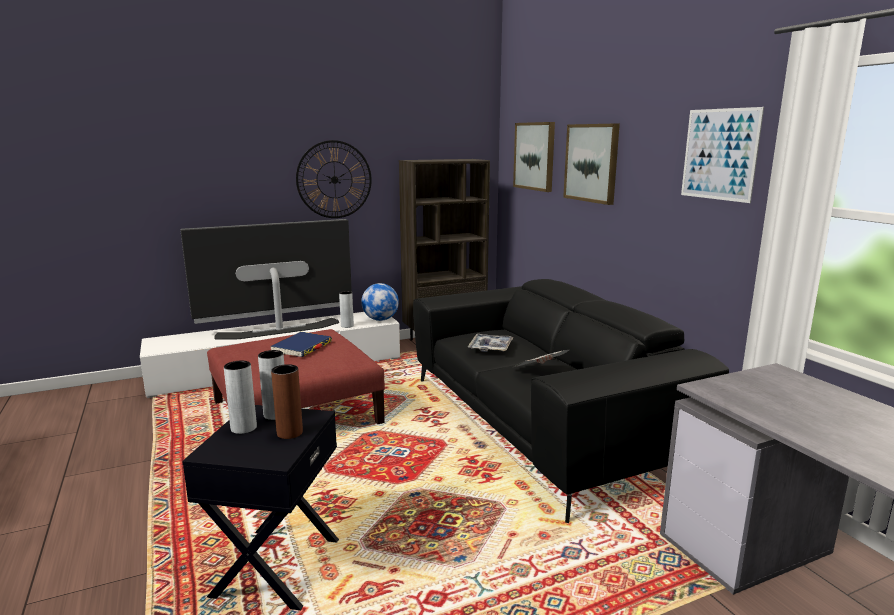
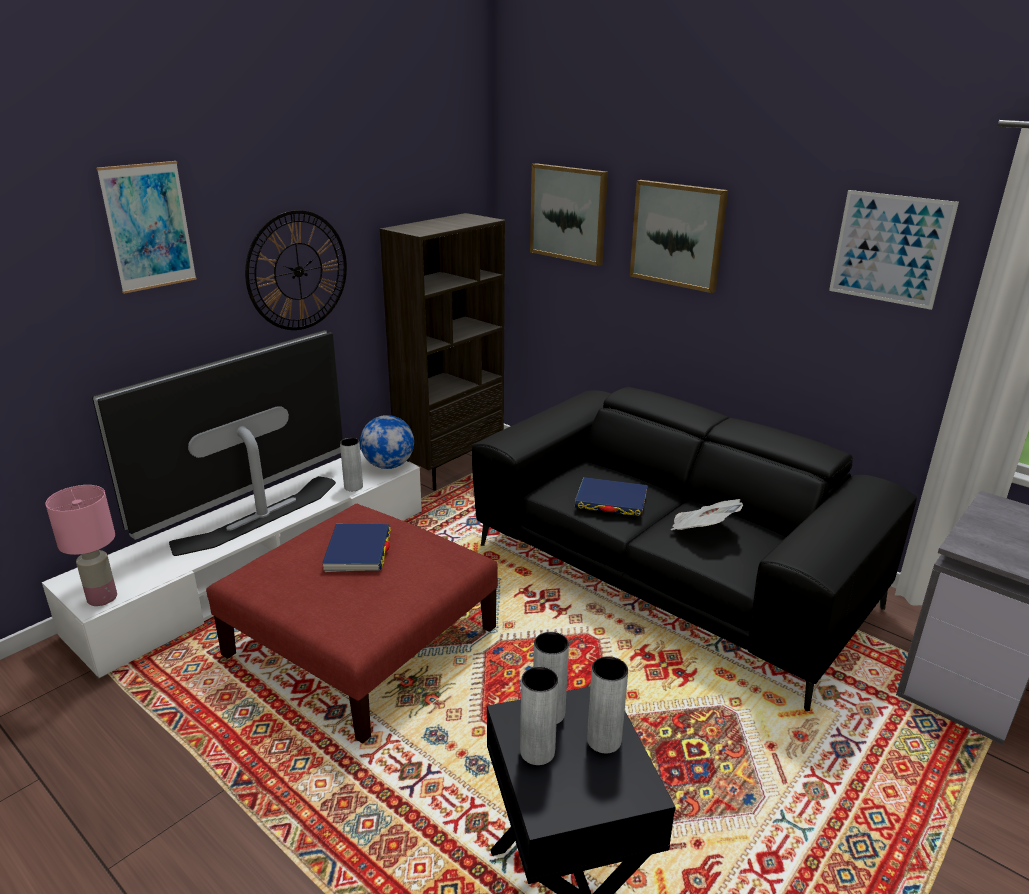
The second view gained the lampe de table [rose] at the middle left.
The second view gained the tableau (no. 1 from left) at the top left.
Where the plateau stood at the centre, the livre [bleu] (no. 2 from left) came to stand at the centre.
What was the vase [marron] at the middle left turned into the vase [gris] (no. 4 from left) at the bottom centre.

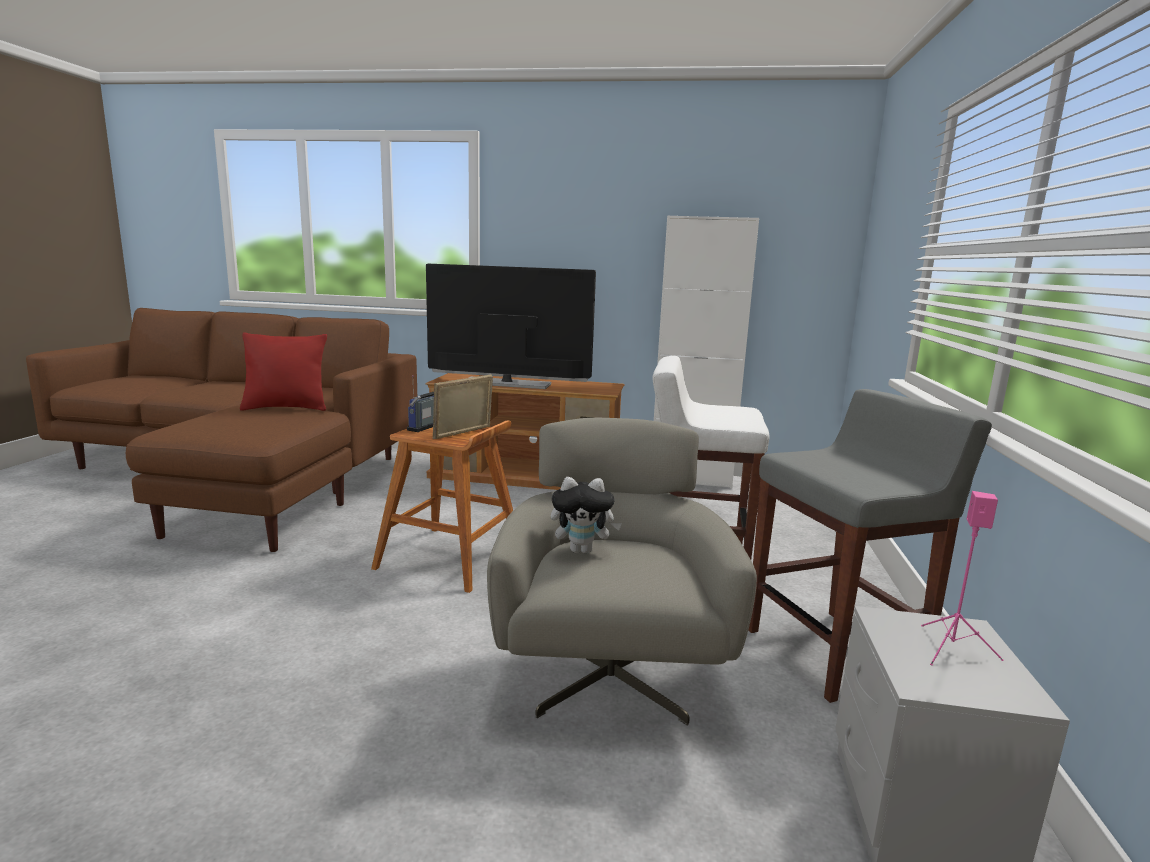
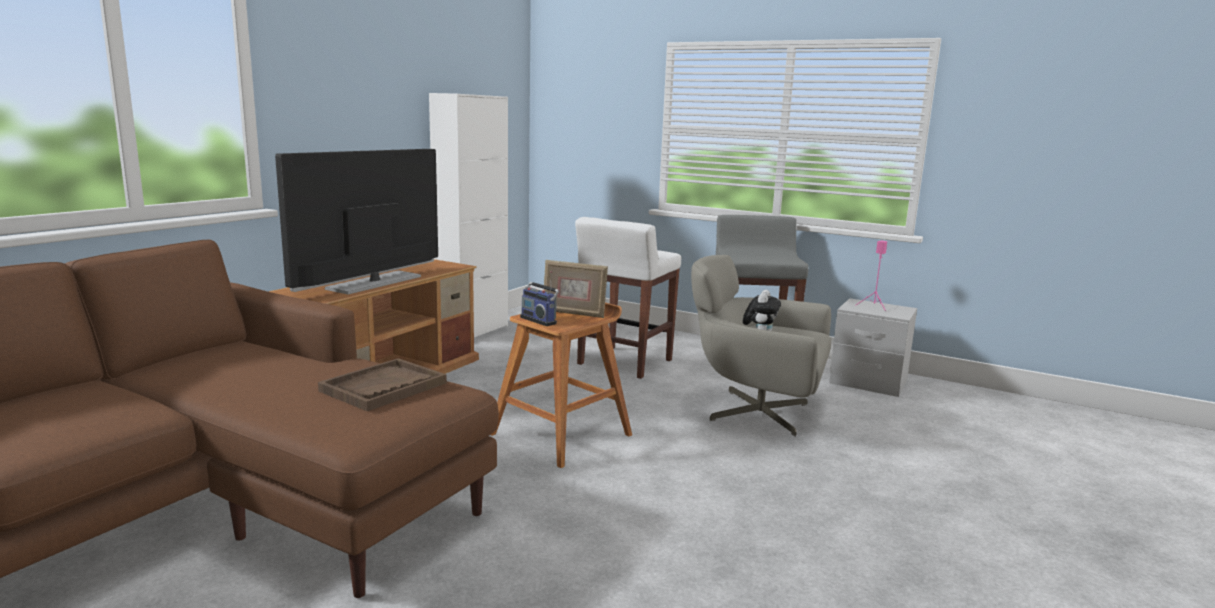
The second view gained the plateau [marron] at the middle left.
The cadre photo at the centre ended up facing another way, 45 degrees counterclockwise from before.
The second view lost the coussin [rouge] at the middle left.

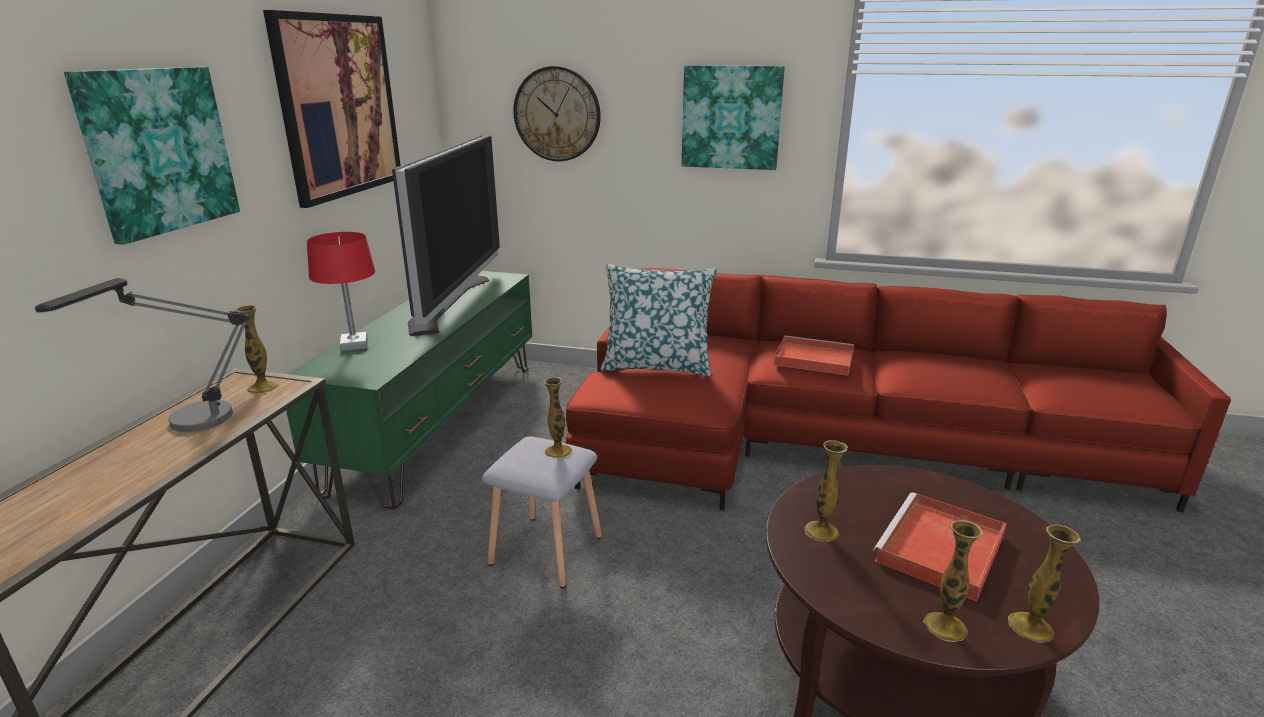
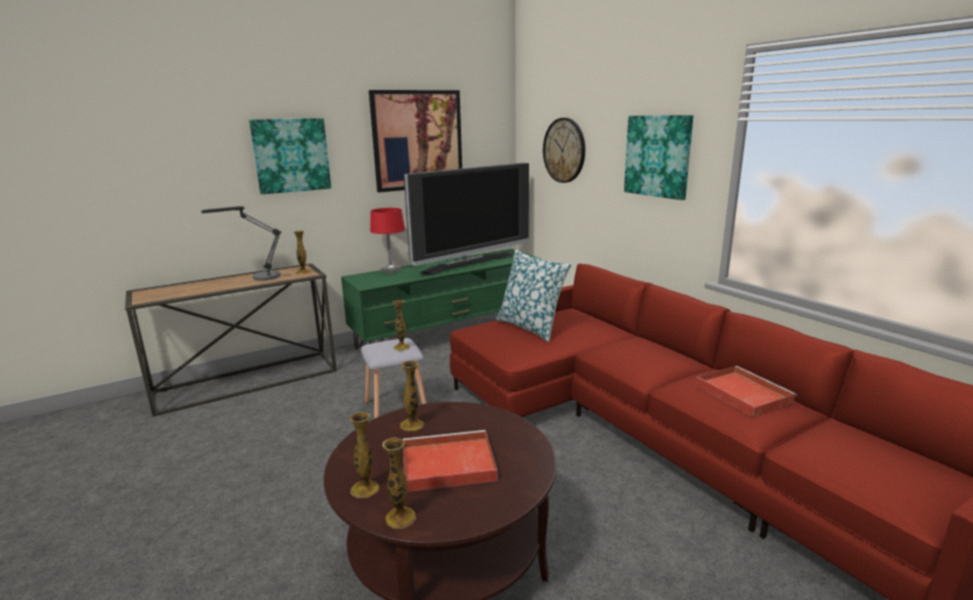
The plateau [rouge] (no. 1 from left in the first image) ended up elsewhere, having gone from the centre to the middle right.

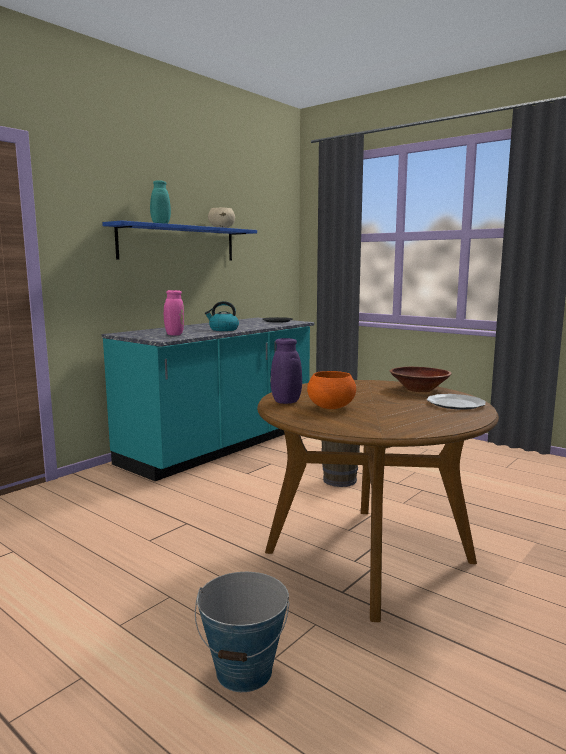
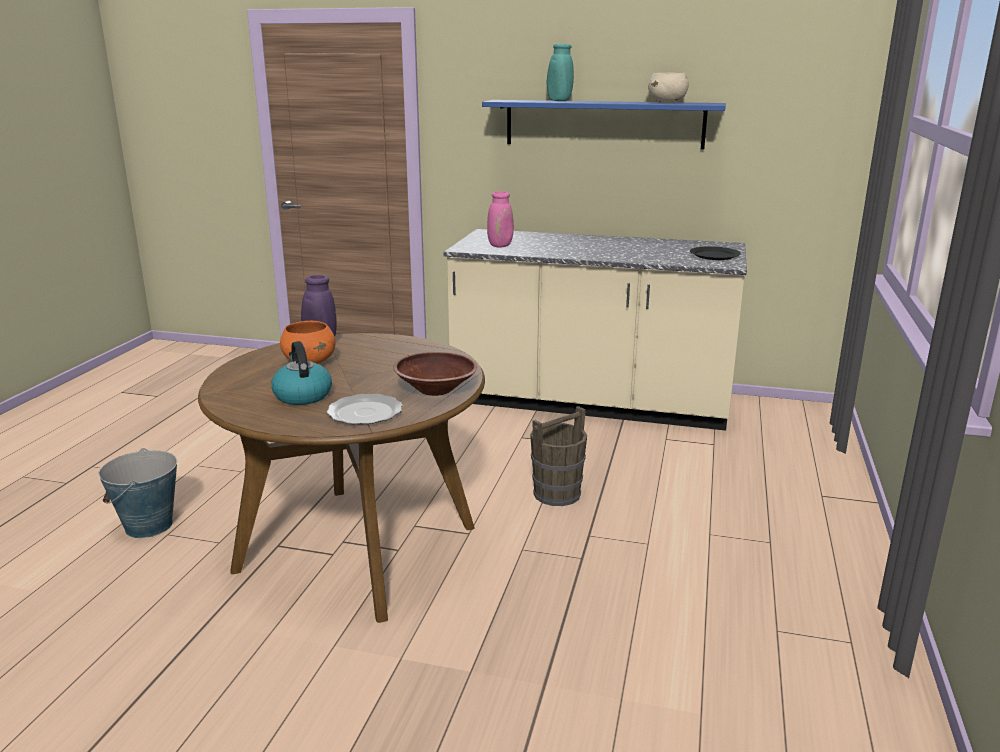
The bouilloire ended up elsewhere, having gone from the centre to the middle left.
What was the comptoir de cuisine [turquoise] at the centre turned into the comptoir de cuisine [beige] at the centre.

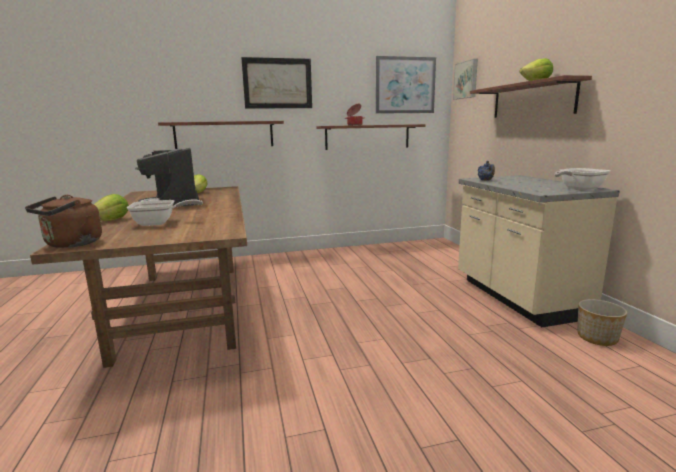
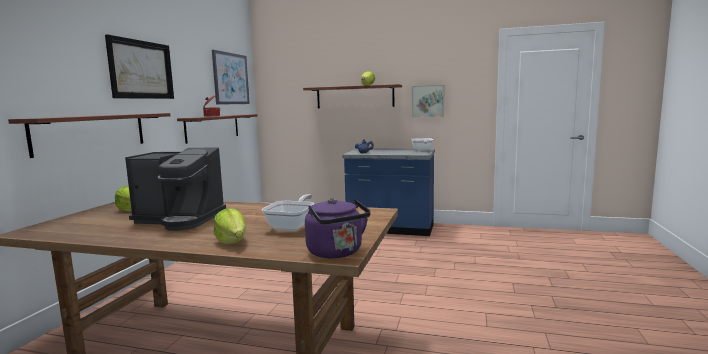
What was the bouilloire [marron] at the middle left turned into the bouilloire [violet] at the centre.
What was the comptoir de cuisine [beige] at the middle right turned into the comptoir de cuisine [bleu] at the centre.
The tableau (no. 3 from left) ended up elsewhere, having gone from the top right to the top centre.
The second view lost the cache-pot at the bottom right.

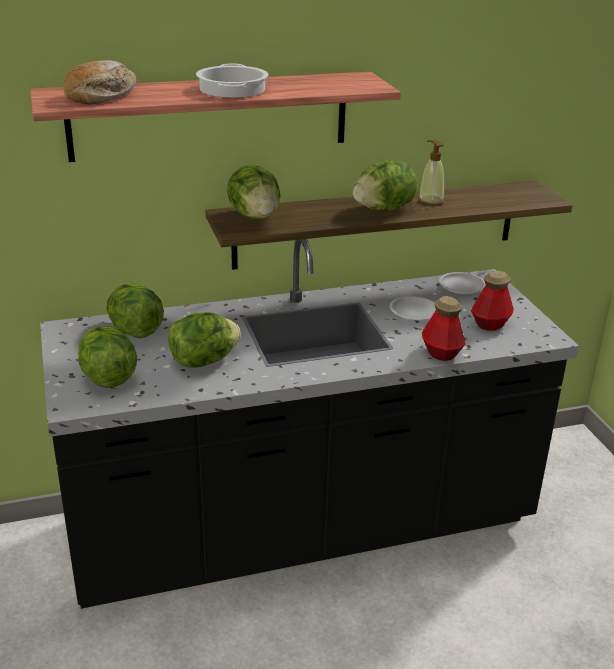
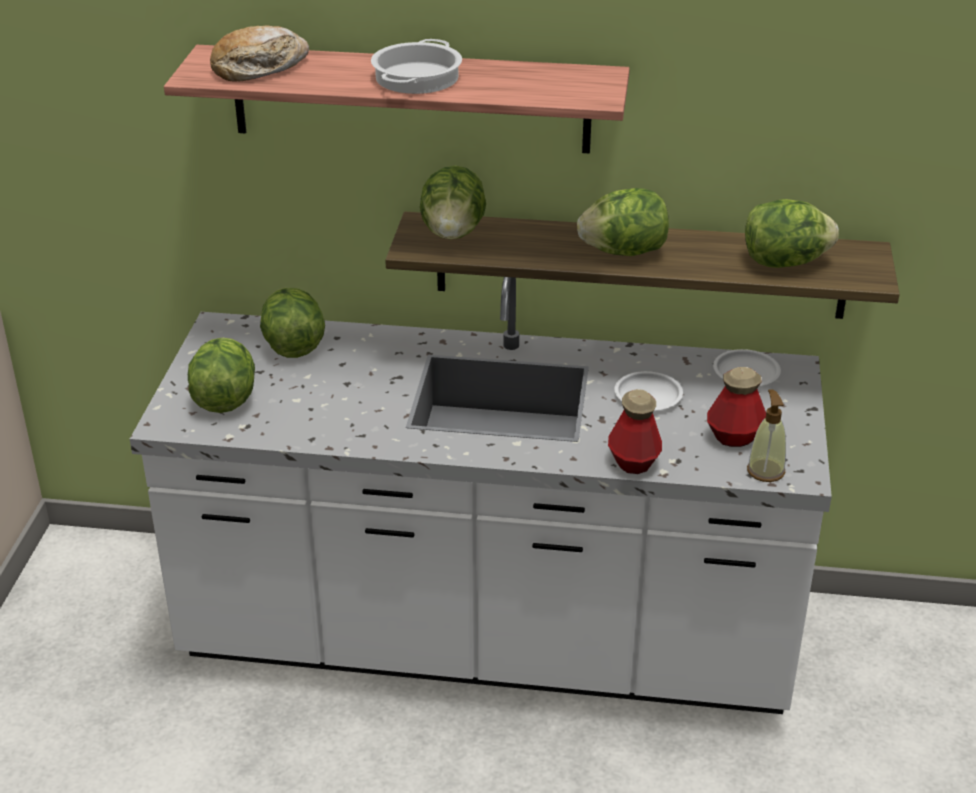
What was the comptoir de cuisine [noir] at the centre turned into the comptoir de cuisine [blanc] at the centre.
The laitue (no. 3 from left in the first image) ended up elsewhere, having gone from the middle left to the top right.
The distributeur de savon ended up elsewhere, having gone from the top right to the middle right.

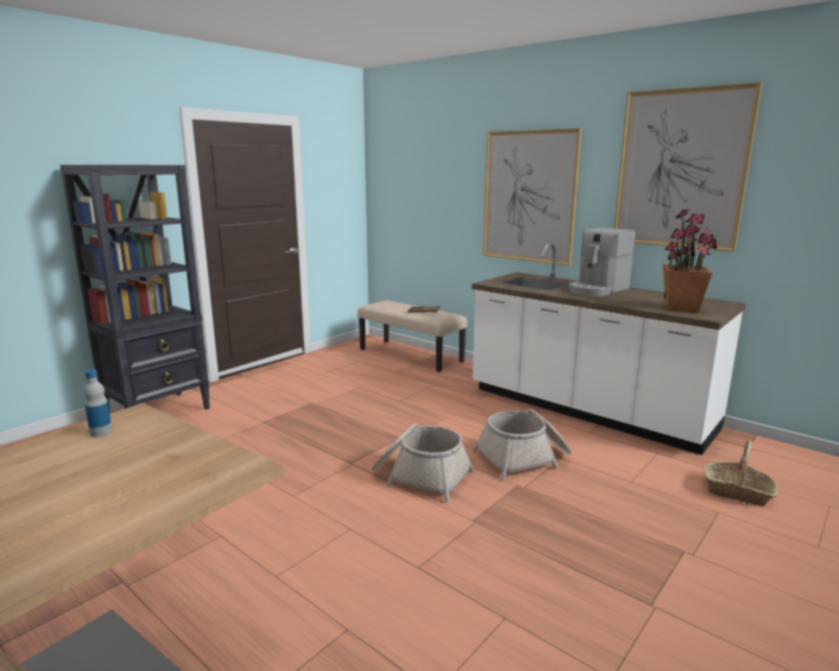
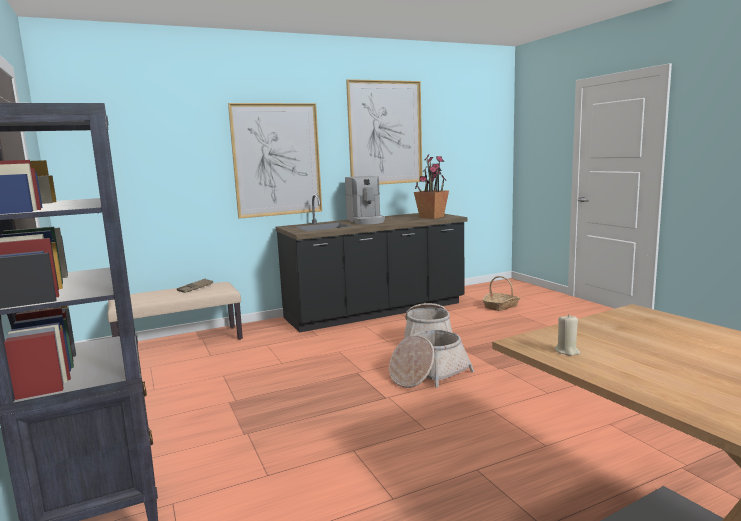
What was the comptoir de cuisine [blanc] at the middle right turned into the comptoir de cuisine [noir] at the centre.
Where the bouteille stood at the middle left, the bougie [beige] came to stand at the middle right.

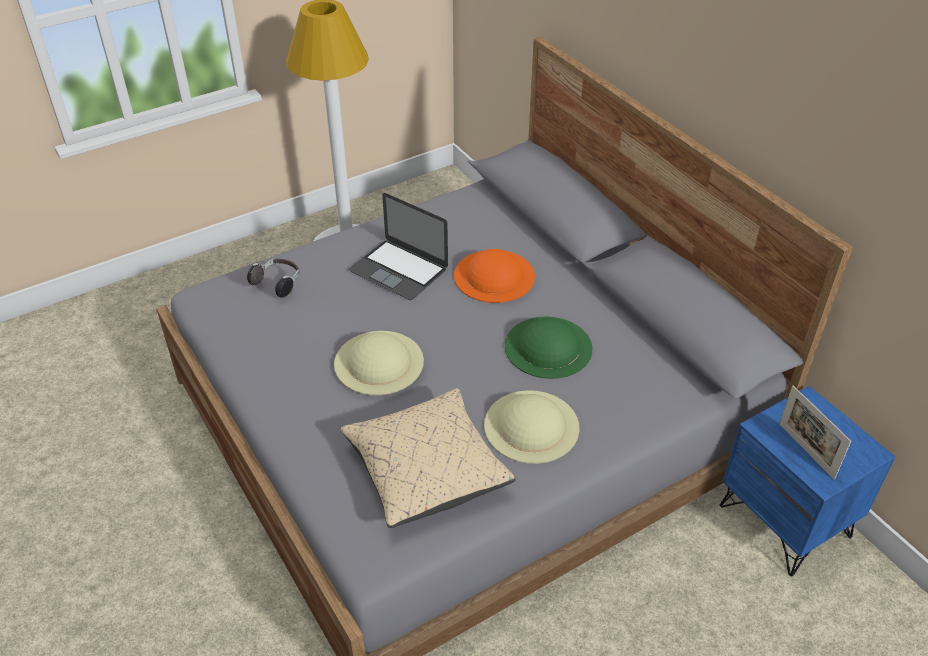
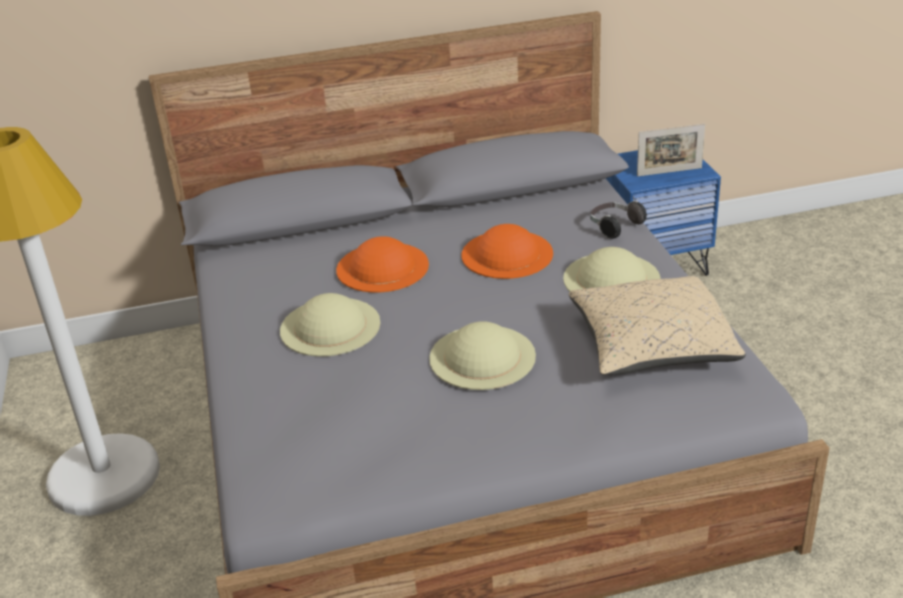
Where the ordinateur portable stood at the centre, the chapeau [beige] (no. 1 from left) came to stand at the centre.
What was the chapeau [vert] at the centre turned into the chapeau [orange] (no. 2 from left) at the centre.
The casque audio ended up elsewhere, having gone from the middle left to the middle right.

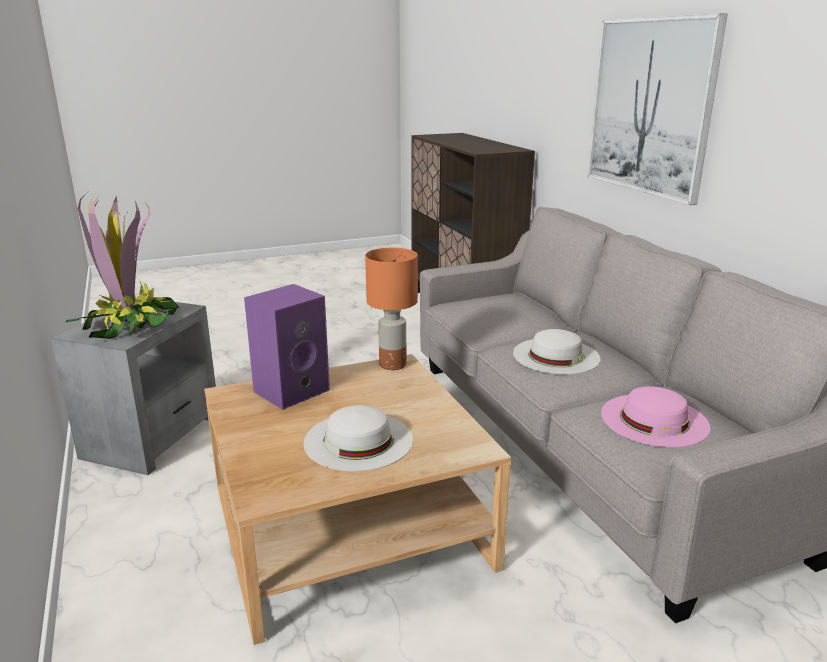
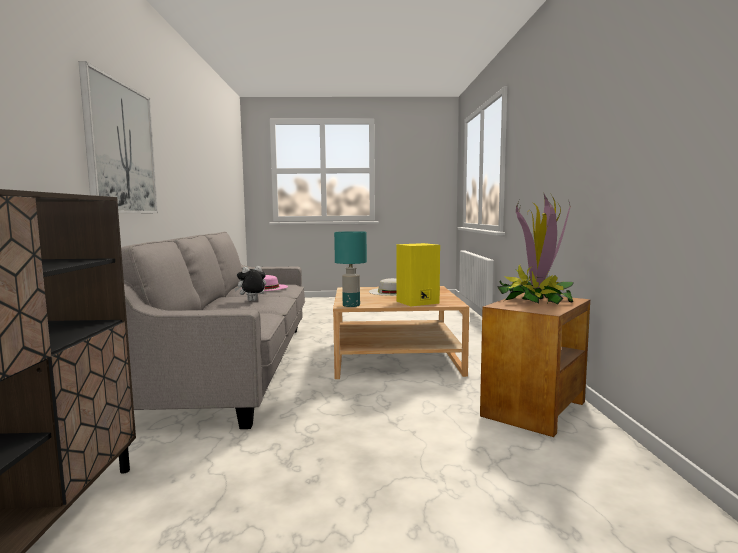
Where the chapeau [blanc] (no. 2 from left) stood at the middle right, the peluche came to stand at the centre.
What was the lampe de table [orange] at the centre turned into the lampe de table [turquoise] at the centre.
What was the enceinte [violet] at the centre turned into the enceinte [jaune] at the centre.
What was the table d'appoint [gris] at the middle left turned into the table d'appoint [marron] at the middle right.

